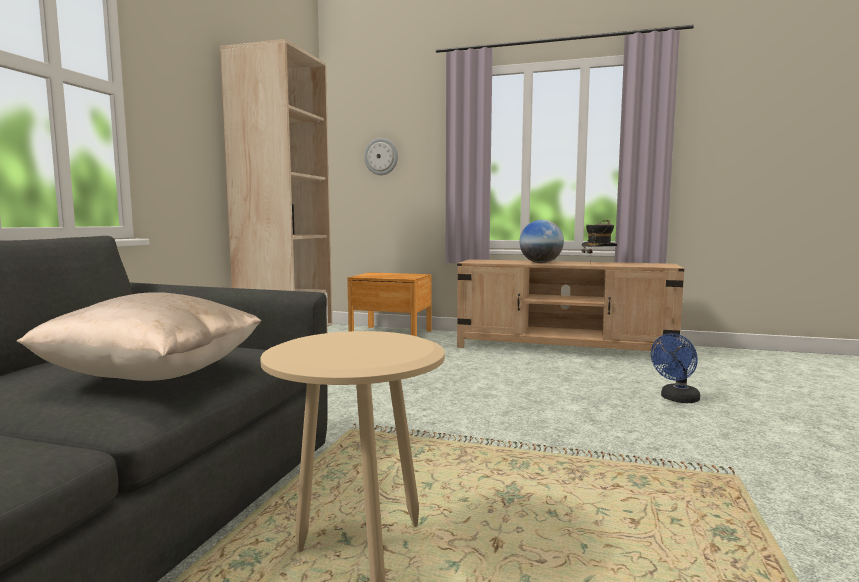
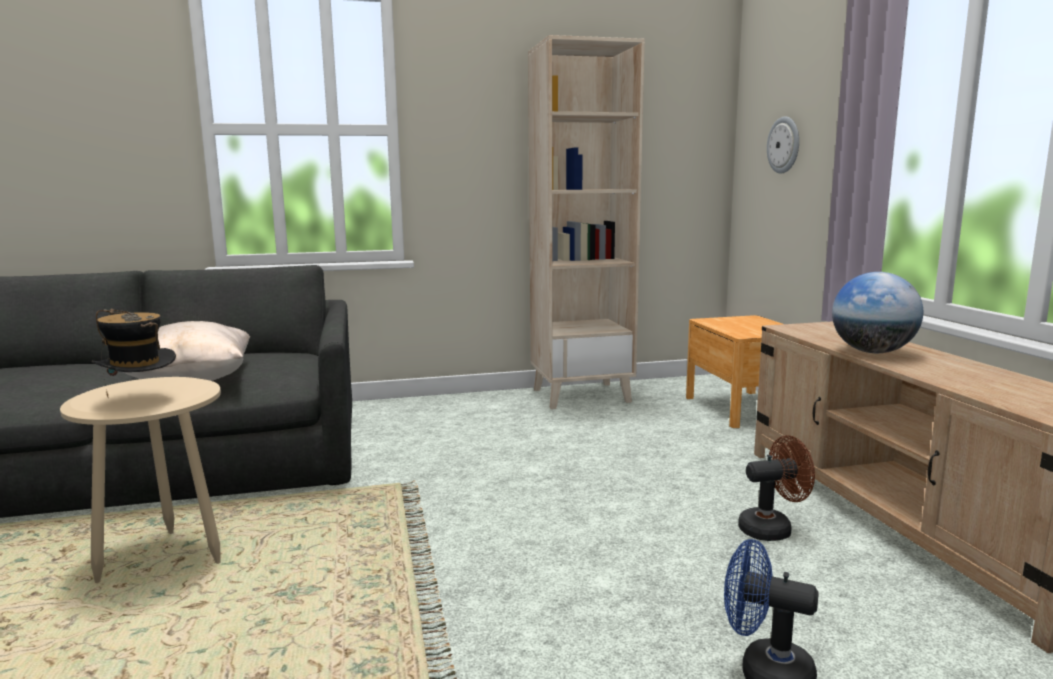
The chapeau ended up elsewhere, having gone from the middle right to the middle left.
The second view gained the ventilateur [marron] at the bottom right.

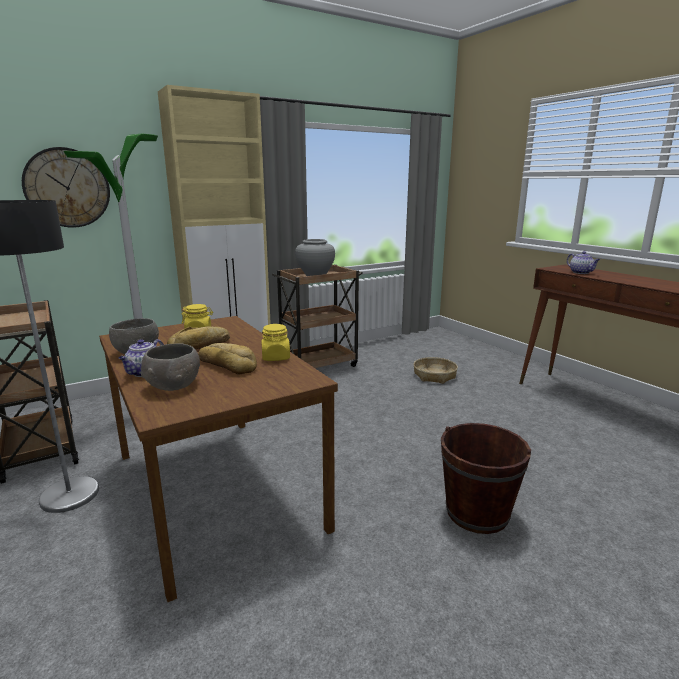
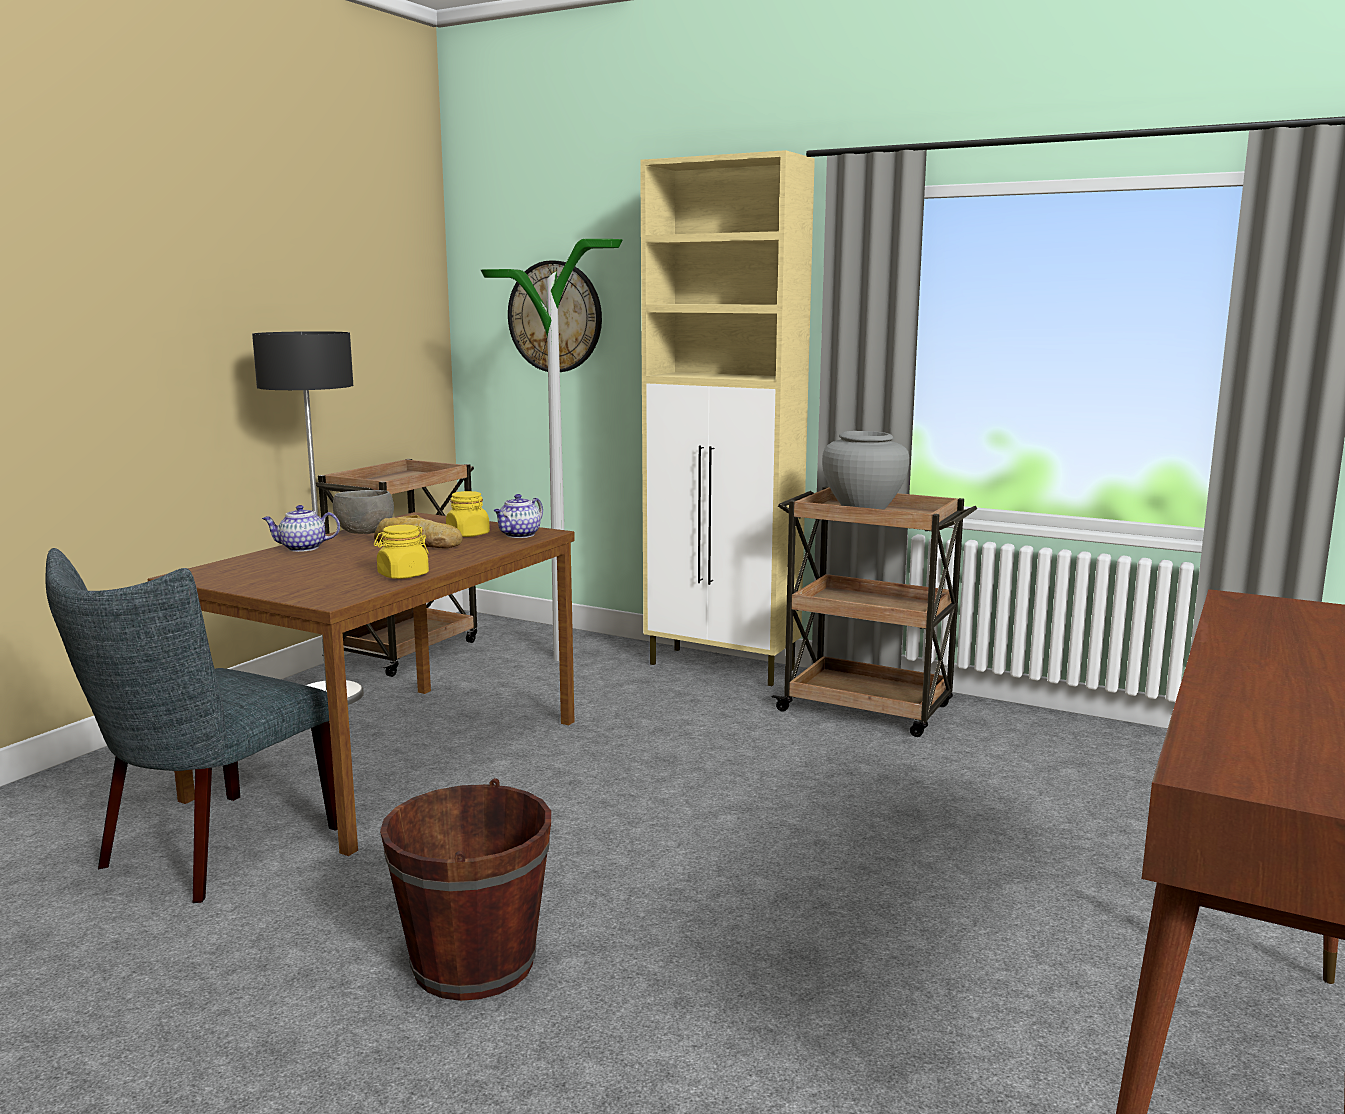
The second view gained the chaise [gris] at the middle left.
The théière (no. 2 from left) ended up elsewhere, having gone from the middle right to the centre.
The second view lost the bol [gris] (no. 2 from left) at the middle left.
The second view lost the pain (no. 2 from left) at the centre.
The second view lost the panier at the centre.

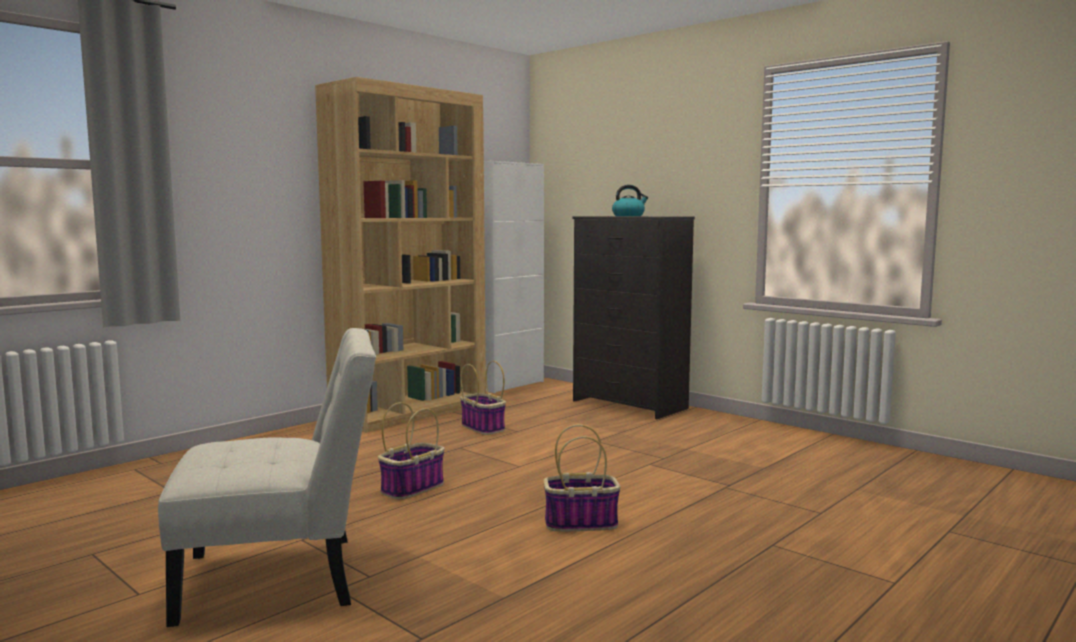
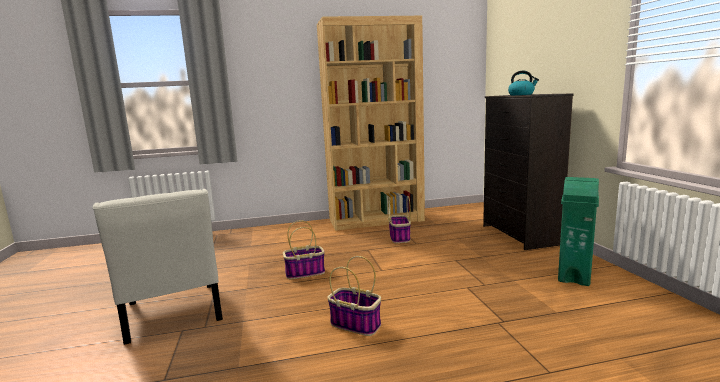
The chaise [blanc] at the bottom left ended up facing another way, 45 degrees clockwise from before.
The second view gained the poubelle [vert] at the middle right.
The second view lost the meuble de rangement [blanc] at the centre.

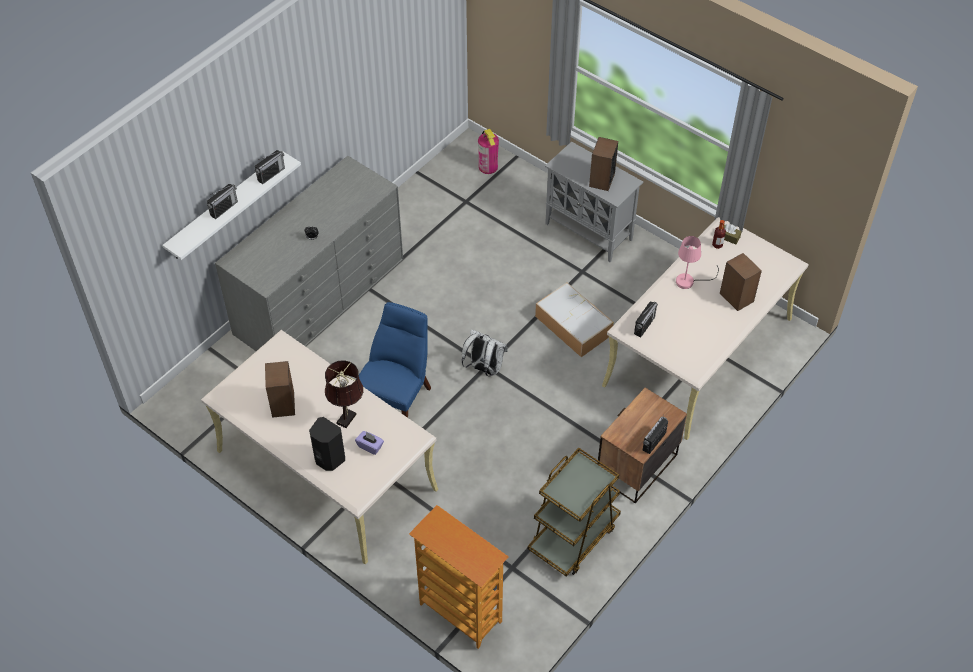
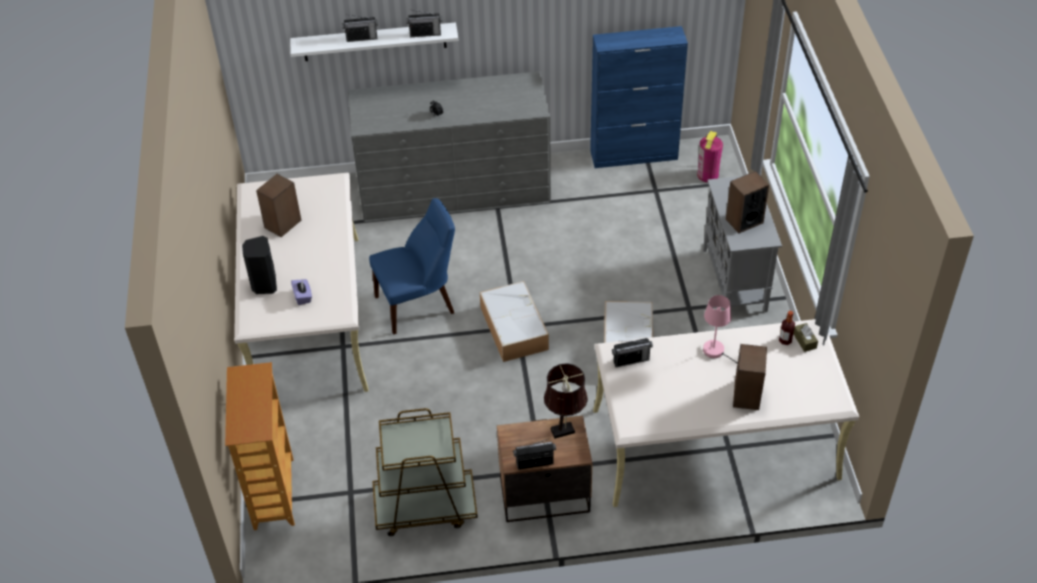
Where the sac à dos [blanc] stood at the centre, the boîte de rangement (no. 1 from left) came to stand at the centre.
The lampe de table [marron] ended up elsewhere, having gone from the centre to the bottom centre.
The second view gained the meuble de rangement [bleu] at the top centre.

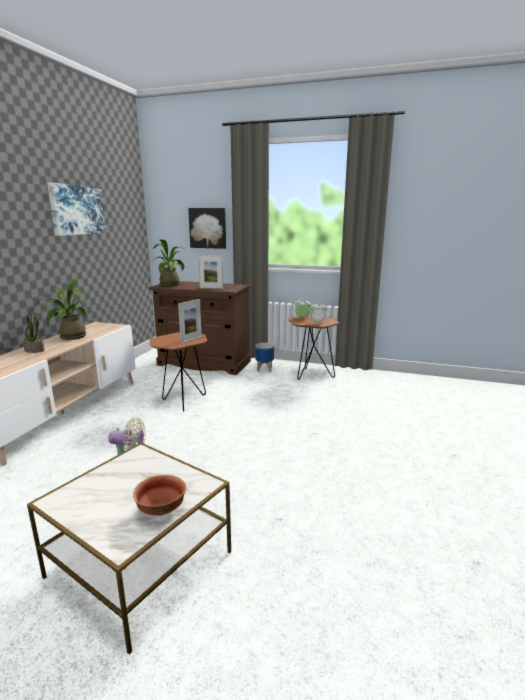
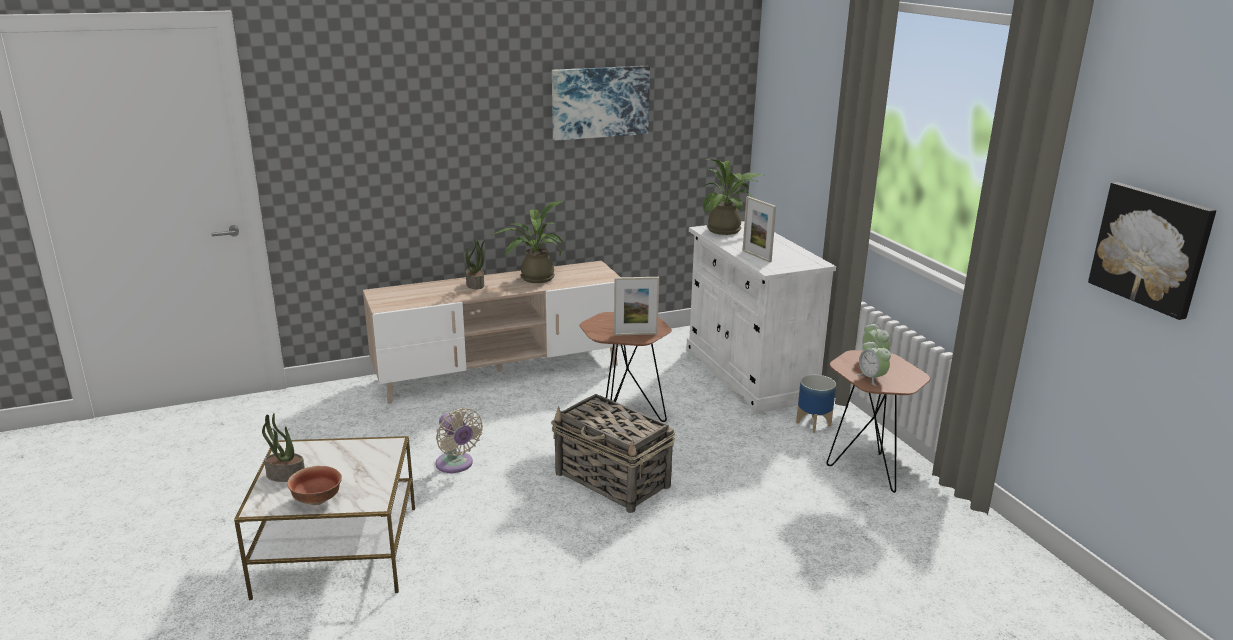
The second view gained the plante en pot (no. 1 from left) at the bottom left.
The second view gained the panier at the bottom centre.
What was the meuble de rangement [marron] at the centre turned into the meuble de rangement [blanc] at the centre.
The tableau (no. 2 from left) ended up elsewhere, having gone from the top centre to the middle right.

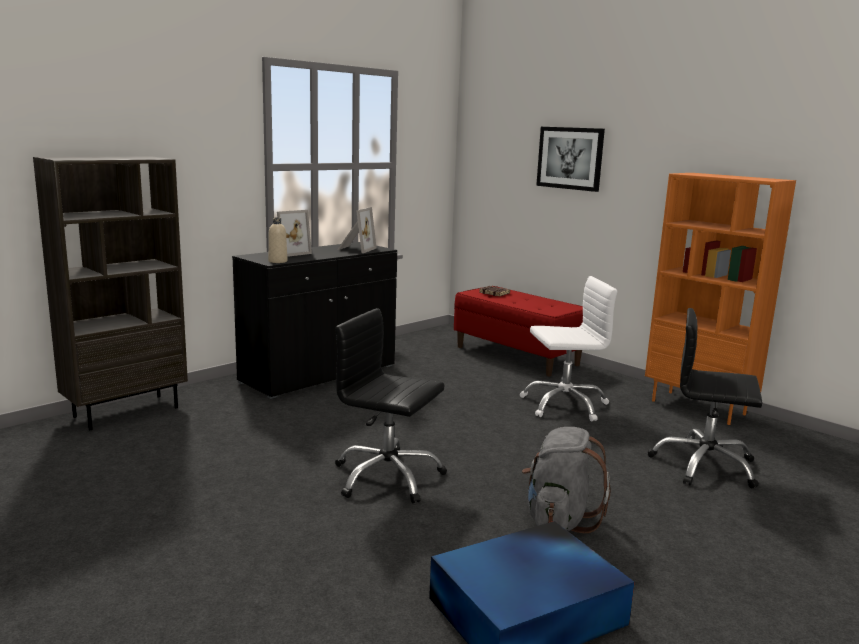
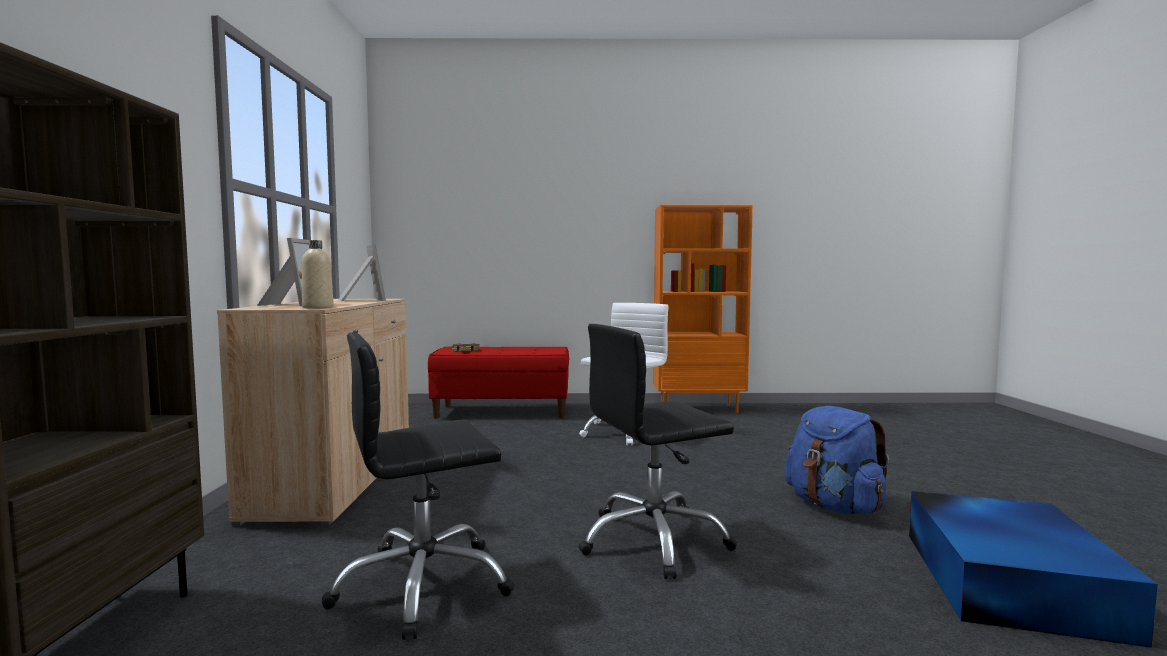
What was the meuble de rangement [noir] at the centre turned into the meuble de rangement [beige] at the middle left.
The chaise de bureau [noir] (no. 2 from left in the first image) ended up elsewhere, having gone from the middle right to the bottom centre.
What was the sac à dos [gris] at the bottom centre turned into the sac à dos [bleu] at the bottom right.
The second view lost the tableau at the top centre.

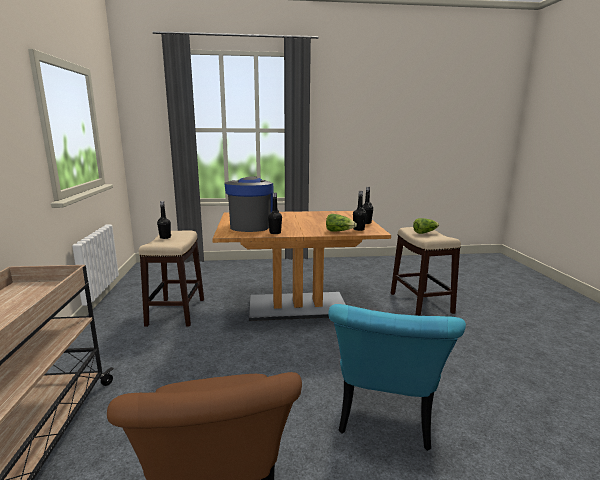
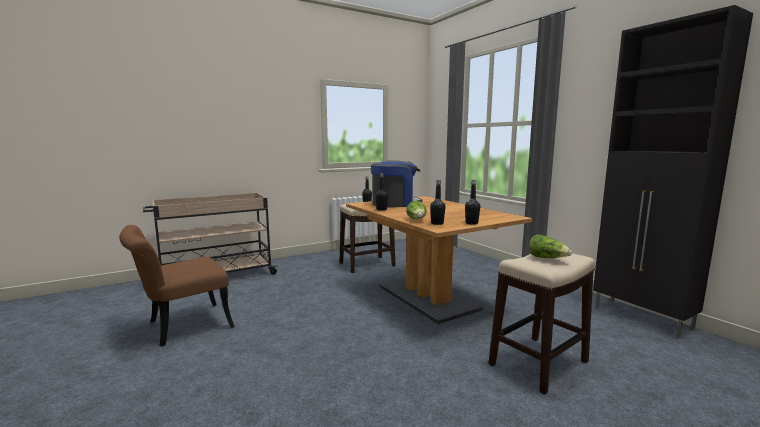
The second view gained the meuble de rangement [noir] at the middle right.
The second view lost the chaise [turquoise] at the bottom centre.

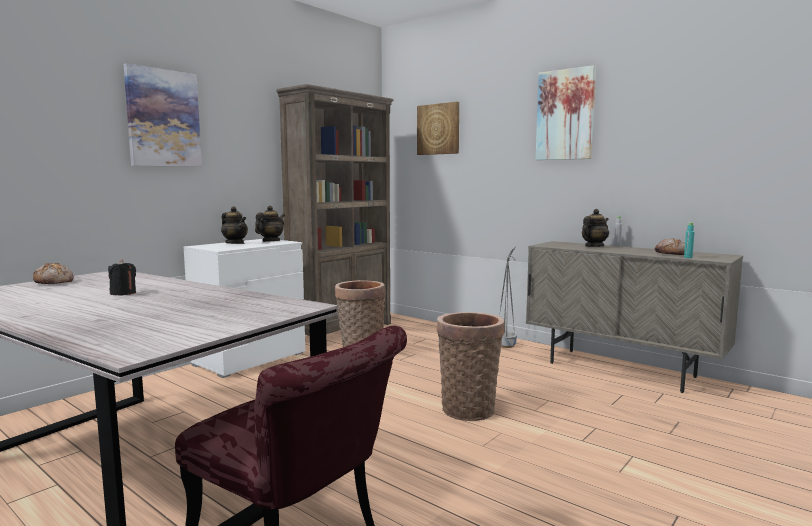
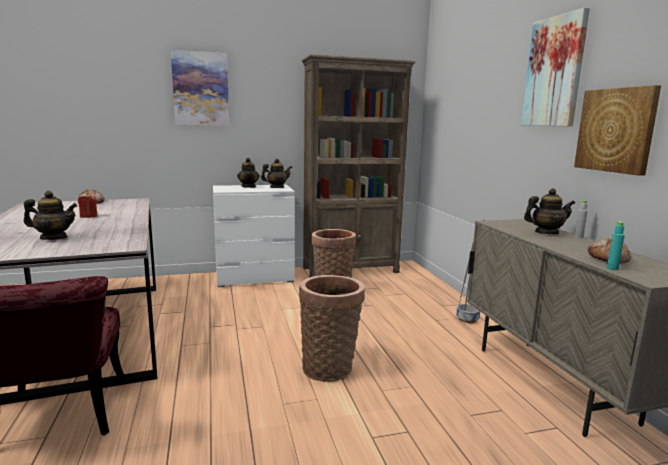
The second view gained the théière (no. 1 from left) at the middle left.
What was the bougie [noir] at the middle left turned into the bougie [rouge] at the middle left.
The tableau (no. 2 from left in the first image) ended up elsewhere, having gone from the top centre to the top right.

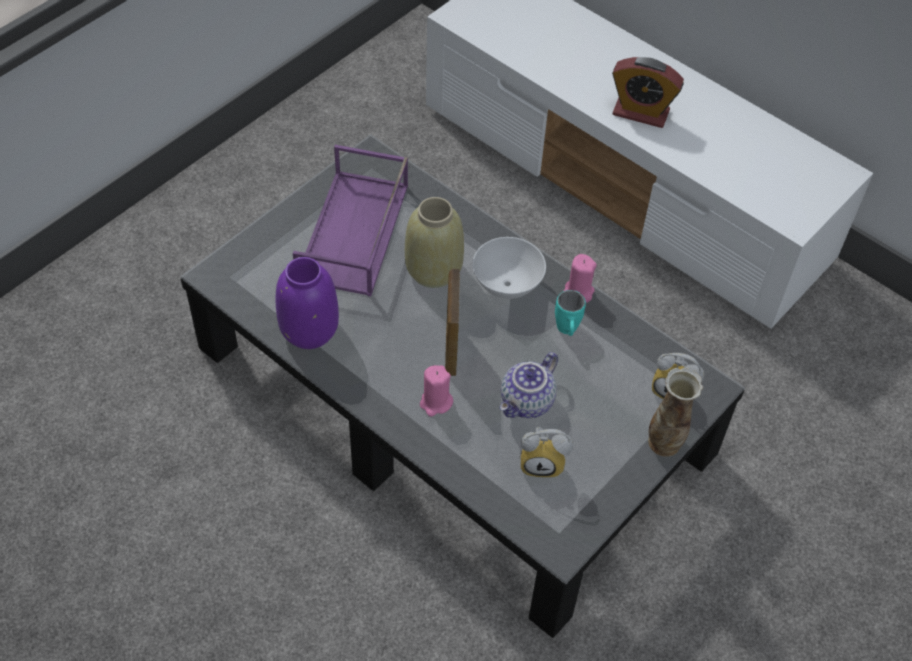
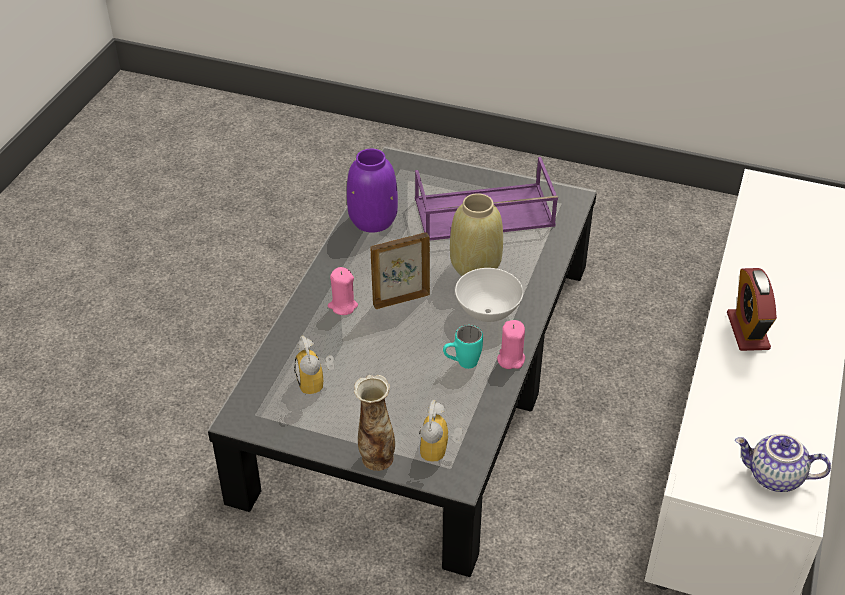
The théière ended up elsewhere, having gone from the centre to the bottom right.

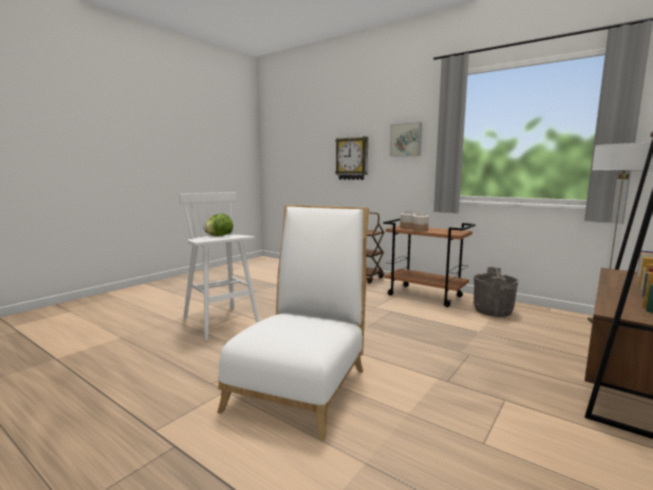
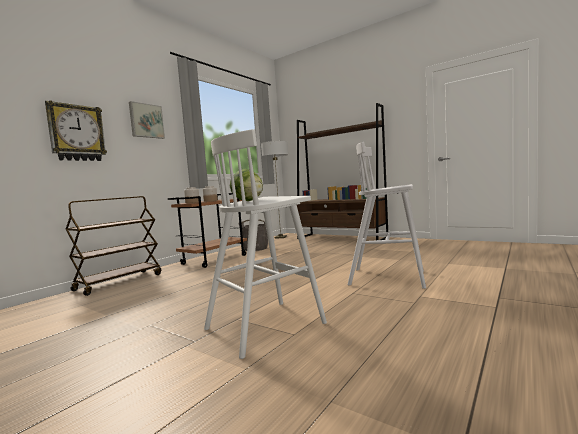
Where the chaise [blanc] stood at the centre, the tabouret [blanc] (no. 2 from left) came to stand at the middle right.

